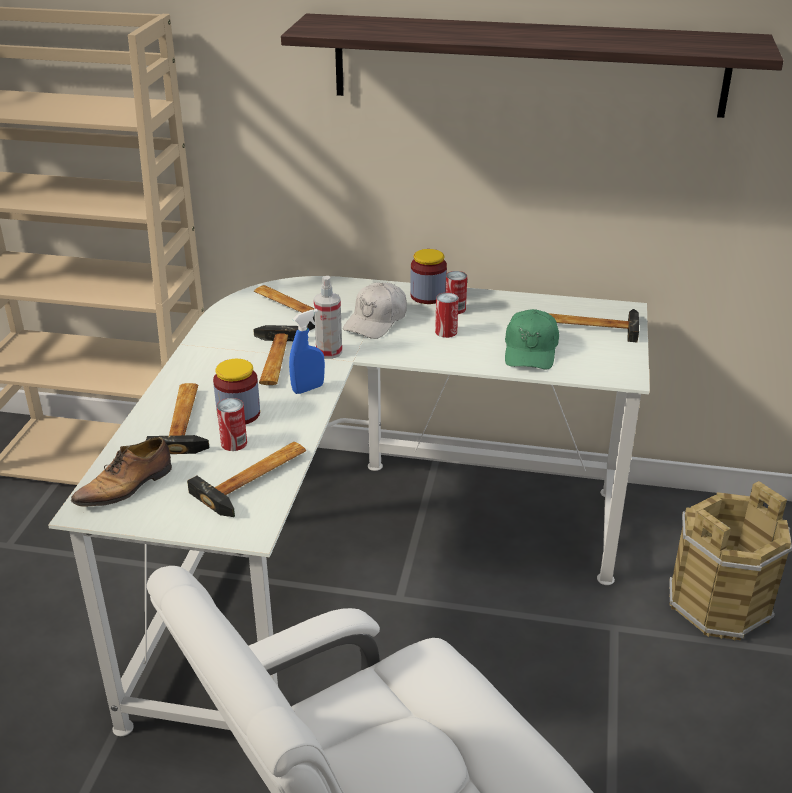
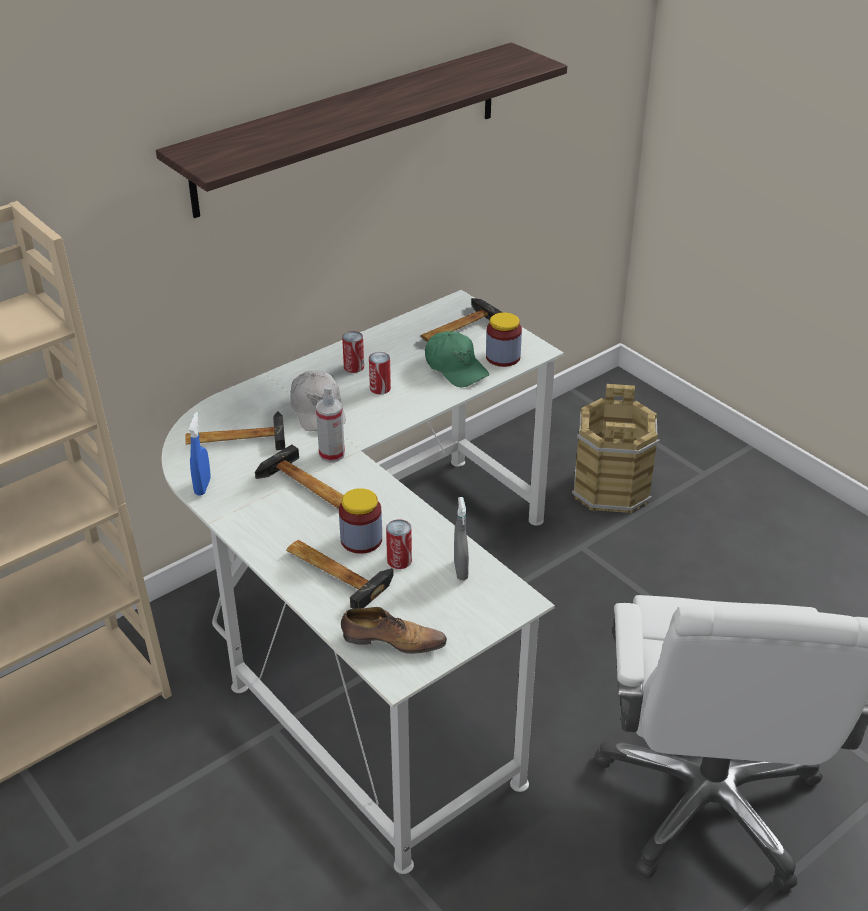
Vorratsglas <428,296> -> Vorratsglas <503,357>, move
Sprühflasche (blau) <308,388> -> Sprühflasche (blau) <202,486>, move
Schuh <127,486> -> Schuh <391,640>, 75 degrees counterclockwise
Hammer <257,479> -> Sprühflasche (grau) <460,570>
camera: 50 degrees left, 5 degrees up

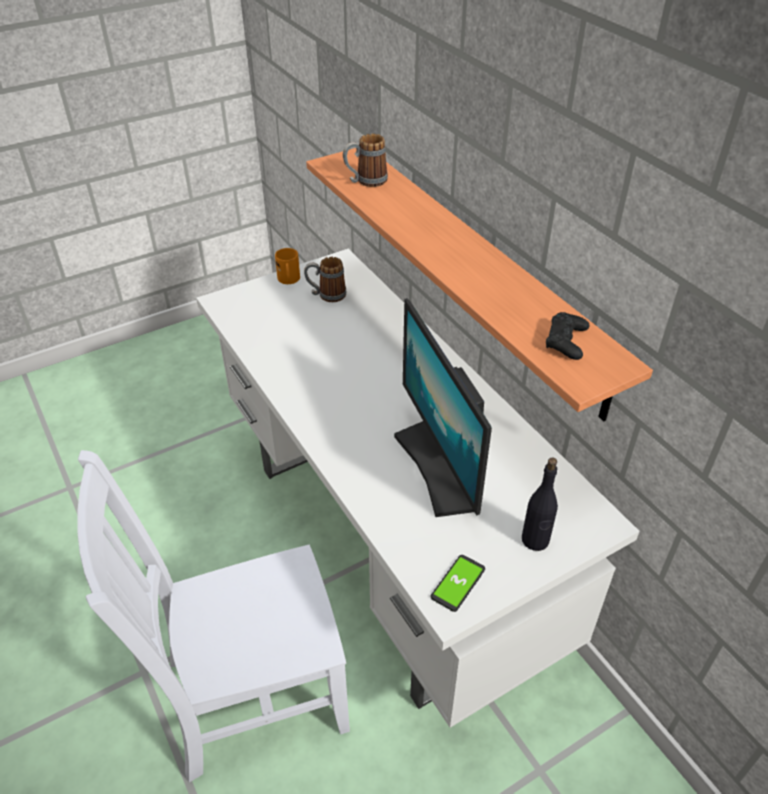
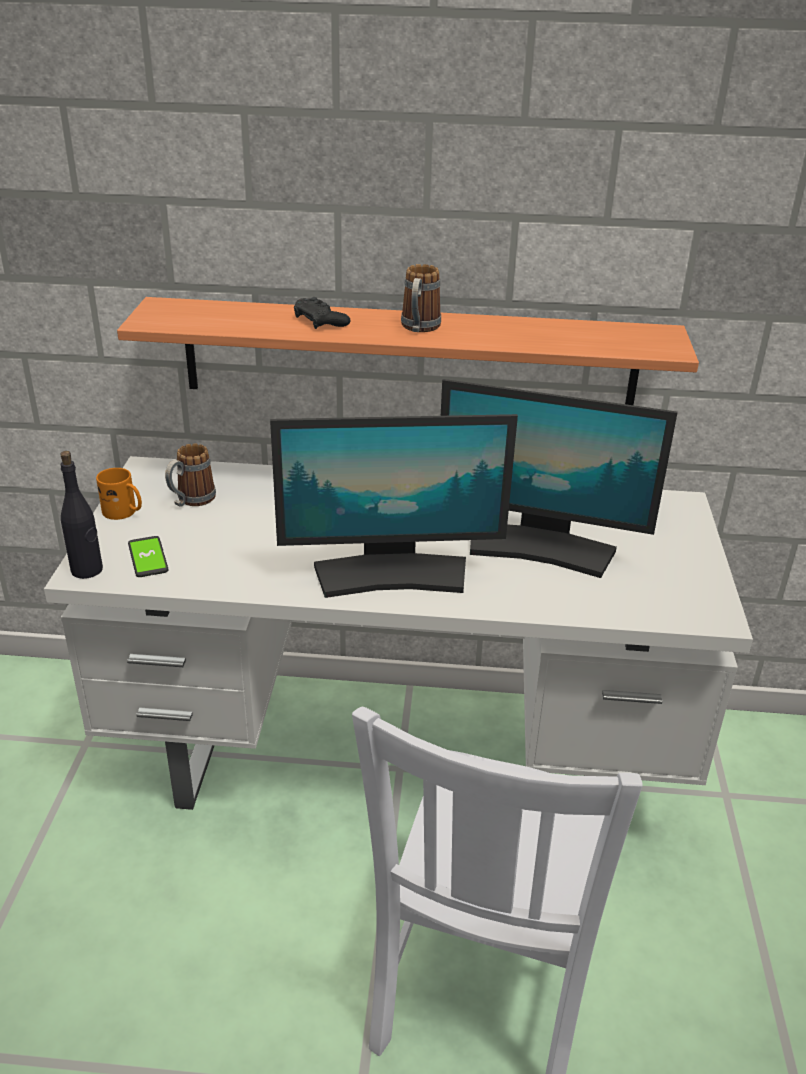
Henkelbecher <365,181> -> Henkelbecher <419,328>, move
Gamepad (schwarz) <566,341> -> Gamepad (schwarz) <320,321>, move
Flasche (schwarz) <535,540> -> Flasche (schwarz) <87,570>, move
Handy <458,583> -> Handy <148,557>, move
none -> Monitor <391,574>
camera: 55 degrees left, 10 degrees down

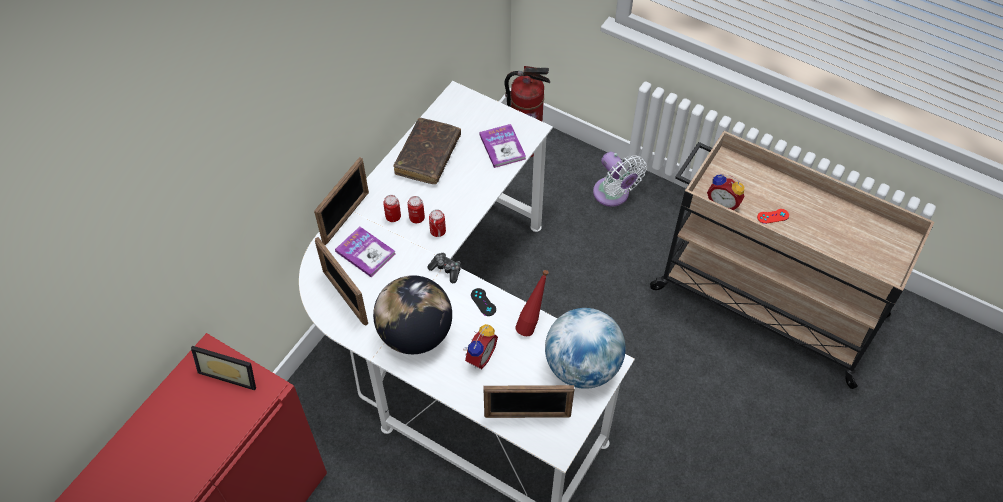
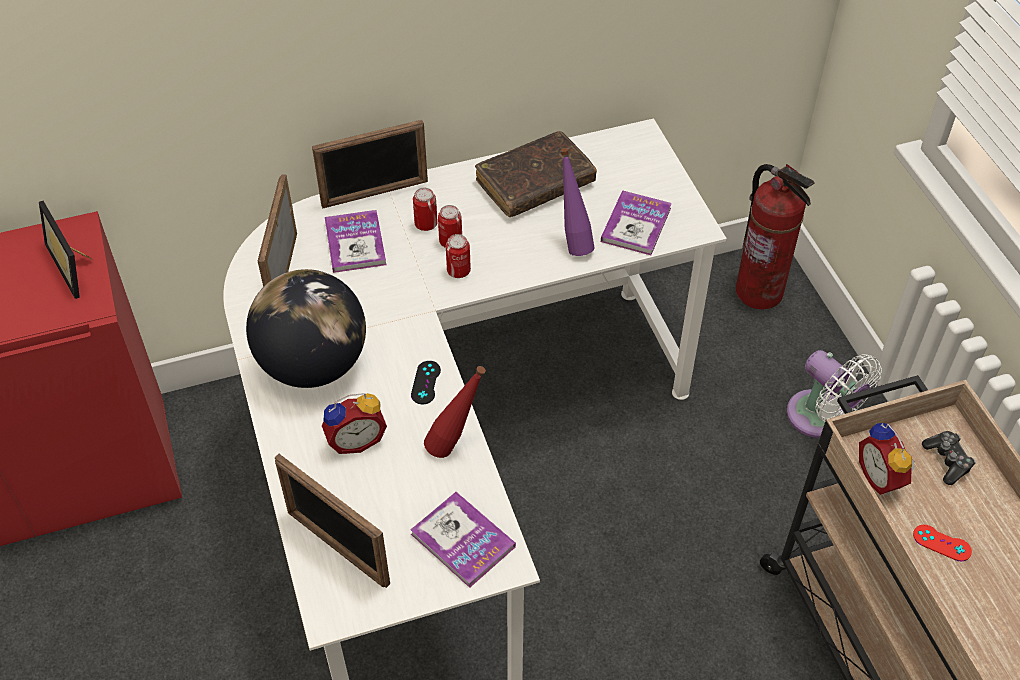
Ventilator (weiß) <613,195> -> Ventilator (weiß) <820,419>, 45 degrees counterclockwise
Gamepad <446,270> -> Gamepad <947,461>, move
Globus <582,367> -> Buch <462,540>
none -> Flasche (lila) <573,242>
camera: 40 degrees right, 5 degrees down

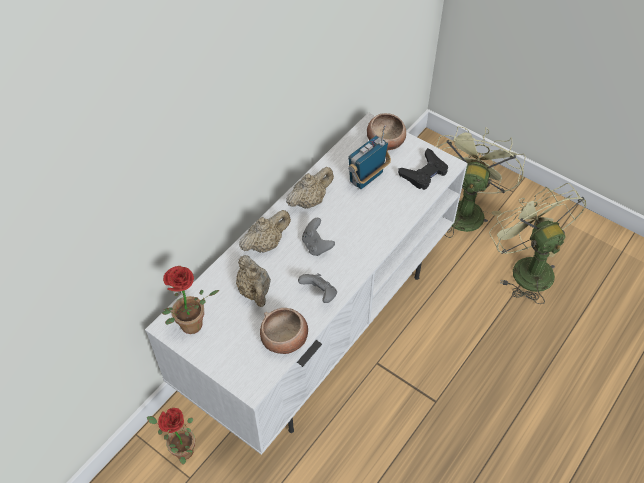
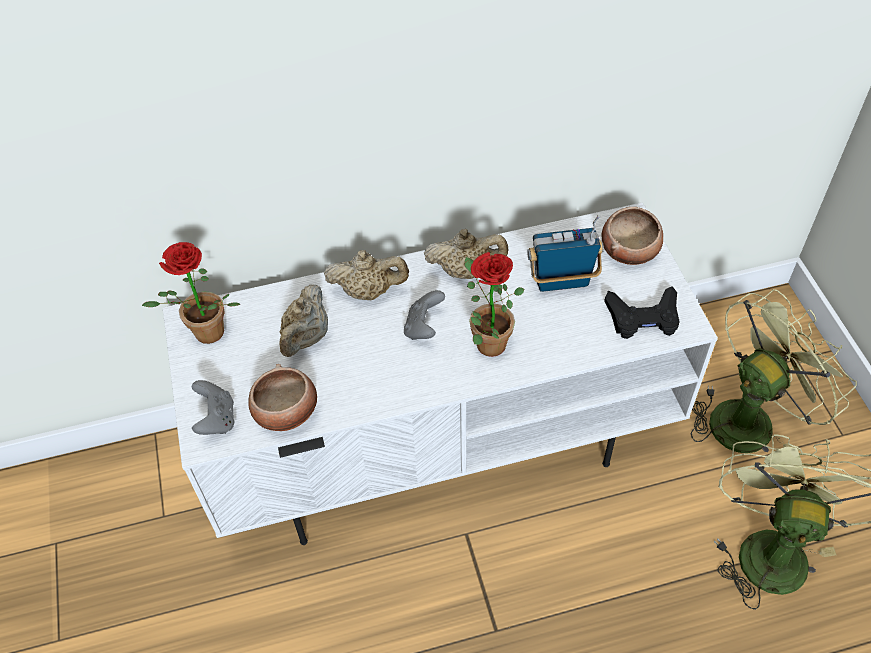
Gamepad (grau) <319,294> -> Gamepad (grau) <216,419>, move
Topfpflanze <179,450> -> Topfpflanze <485,341>, move
camera: 40 degrees right, 0 degrees up

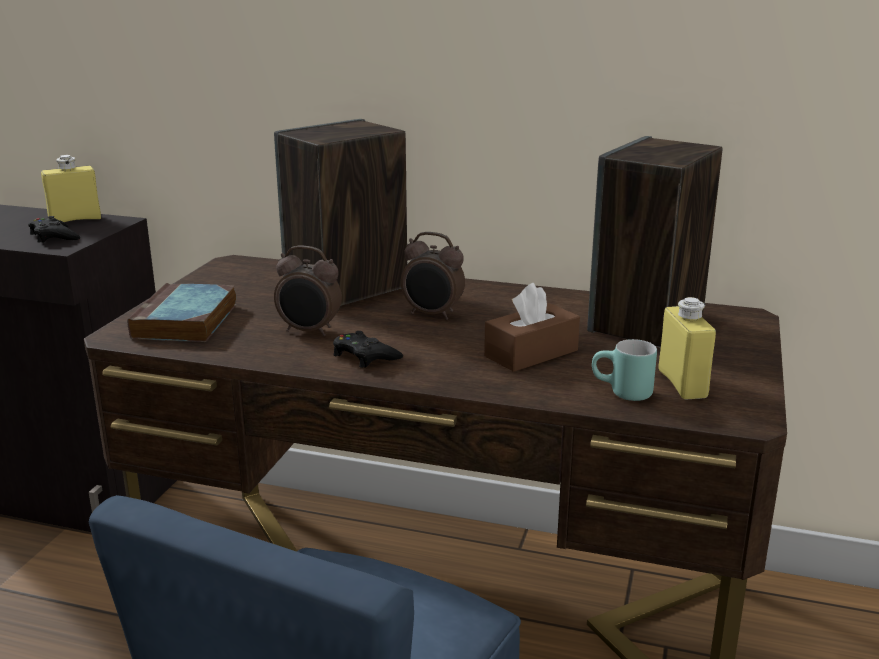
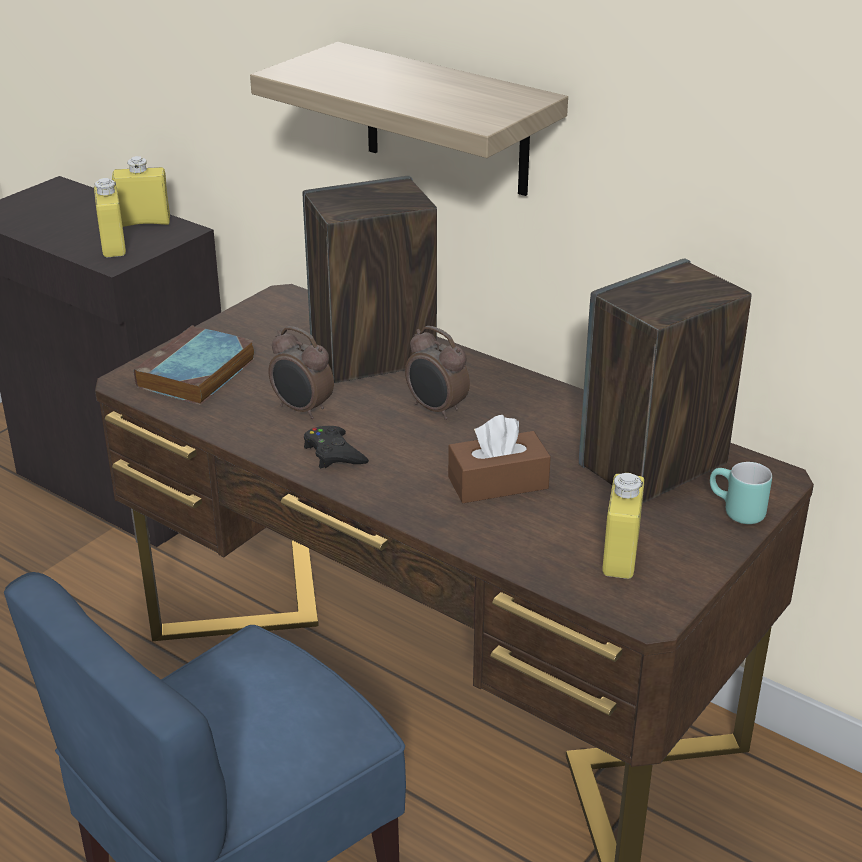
Gamepad (schwarz) <54,236> -> Flasche (gelb) <113,246>
Henkelbecher (türkis) <621,394> -> Henkelbecher (türkis) <734,512>, move
none -> Wandregal <446,120>
camera: 20 degrees right, 10 degrees up

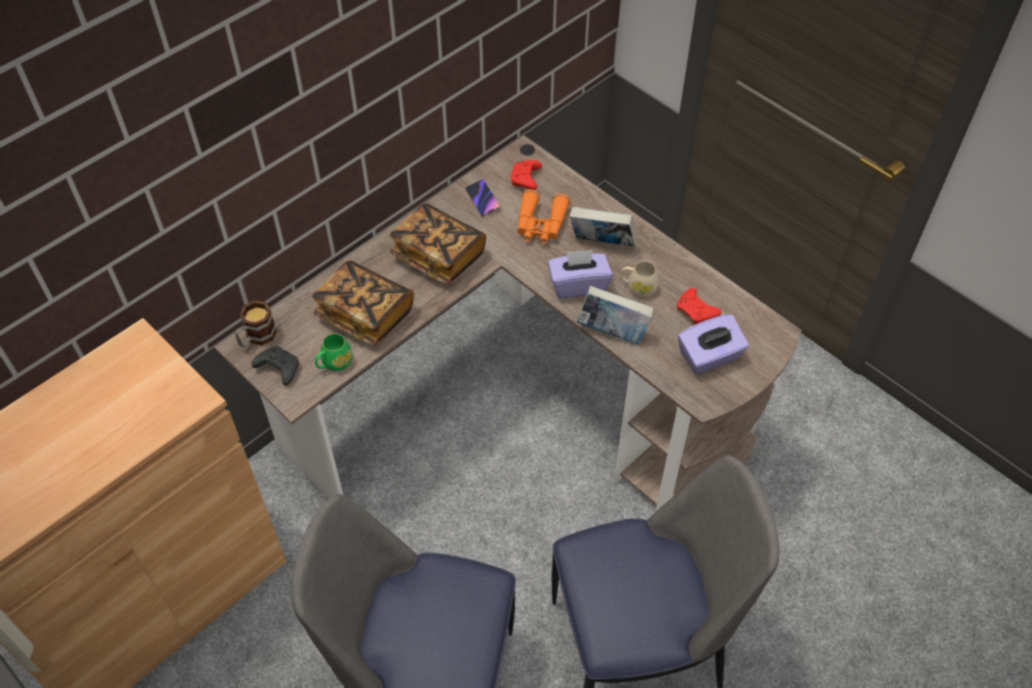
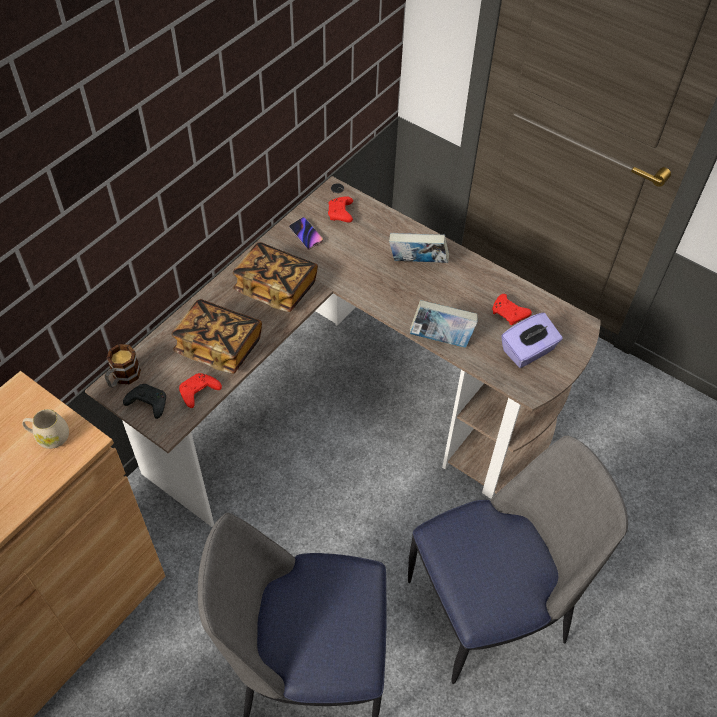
Fernglas (orange) <540,225> -> none
Taschentuchbox (lila) <578,285> -> none
Henkelbecher (beige) <638,287> -> Henkelbecher (beige) <49,437>, move
Henkelbecher (grün) <334,363> -> Gamepad (rot) <198,393>
camera: 10 degrees left, 0 degrees up

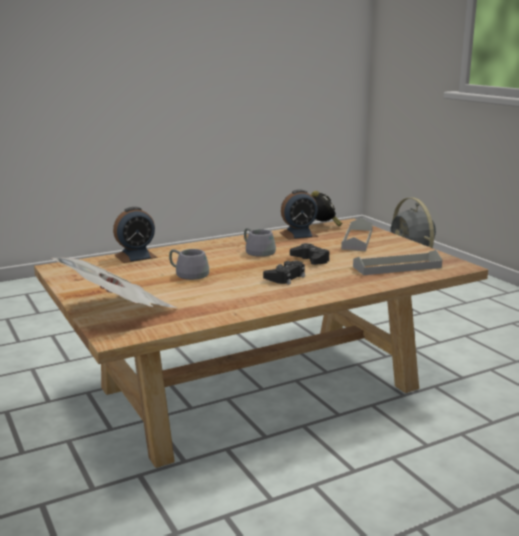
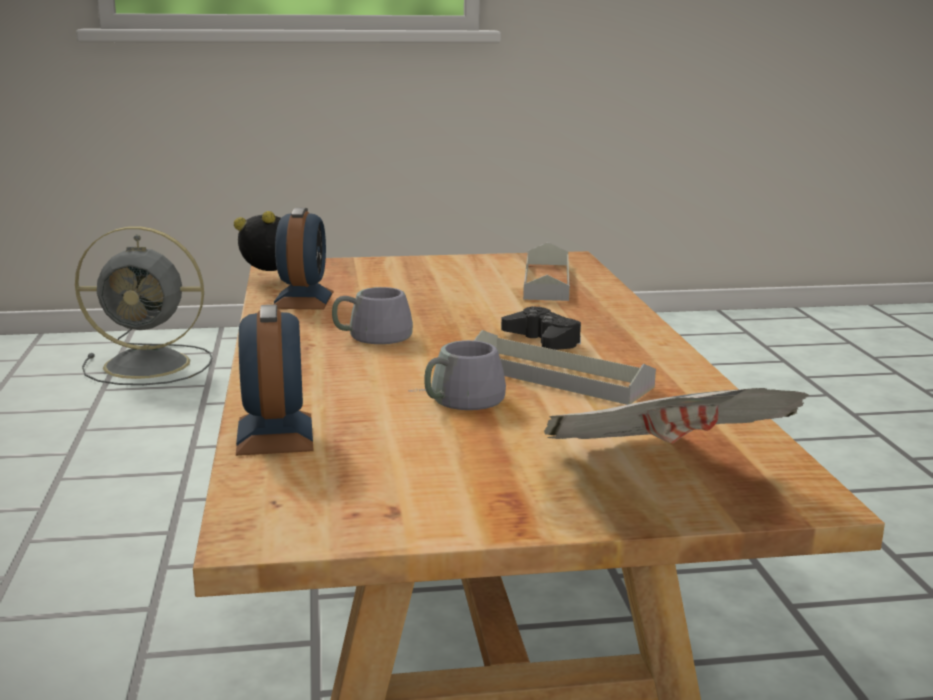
Tablett (grau) <357,239> -> Tablett (grau) <558,377>, move
Gamepad (schwarz) <310,260> -> none
camera: 70 degrees left, 0 degrees up

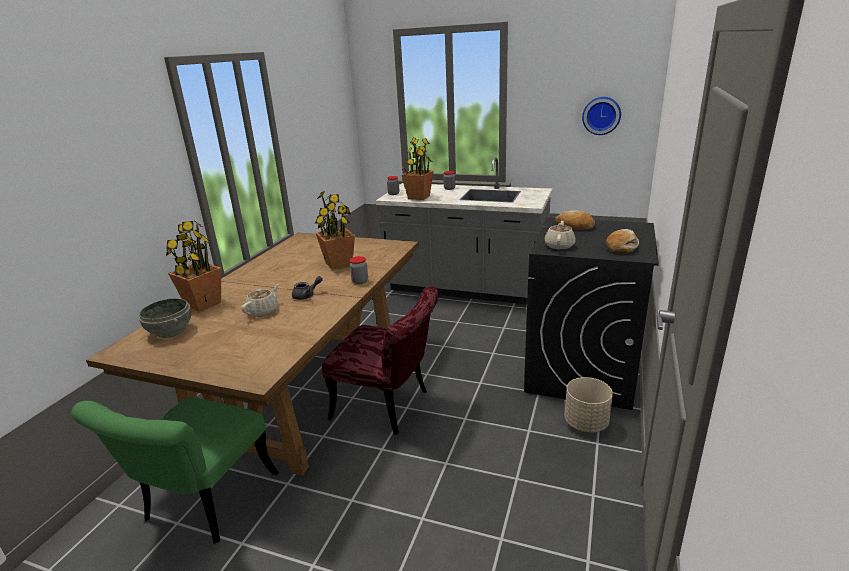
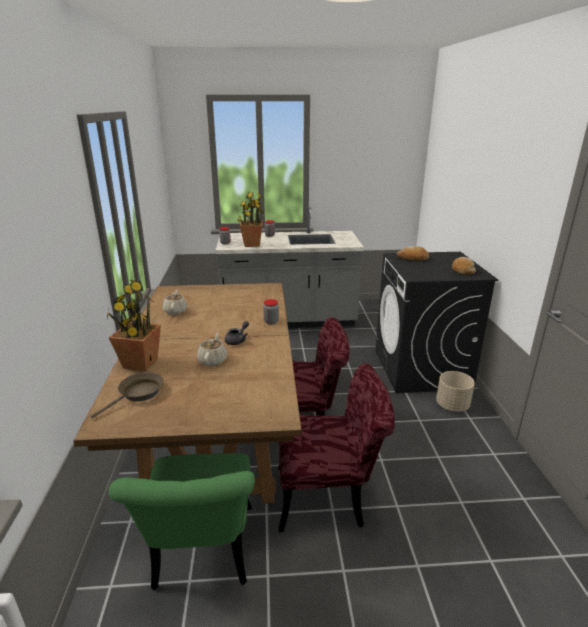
Wanduhr <601,115> -> none
Topfpflanze <338,263> -> none
Teekanne (beige) <559,245> -> Teekanne (beige) <176,311>, move
Schüssel (grau) <171,331> -> Pfanne (braun) <138,394>
none -> Stuhl (rot) <330,496>
camera: 25 degrees left, 0 degrees up

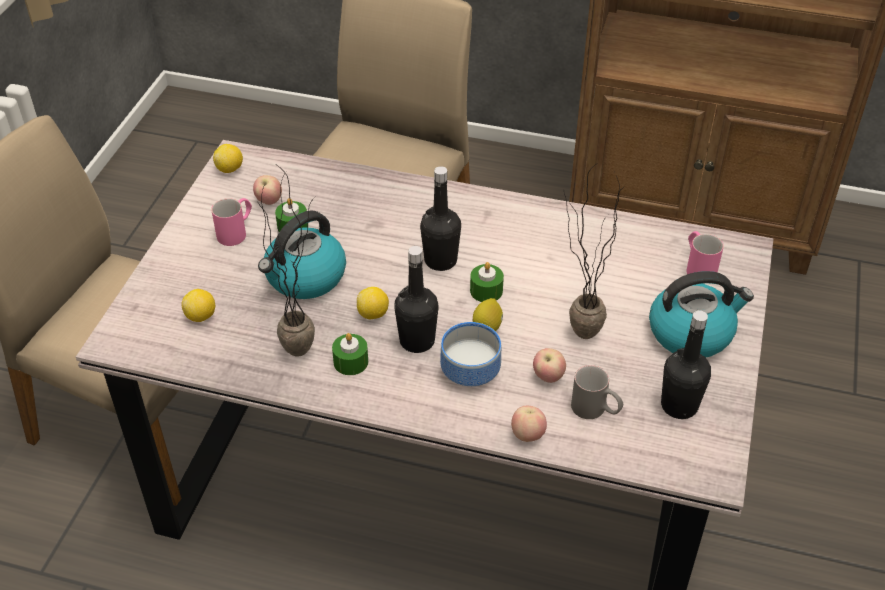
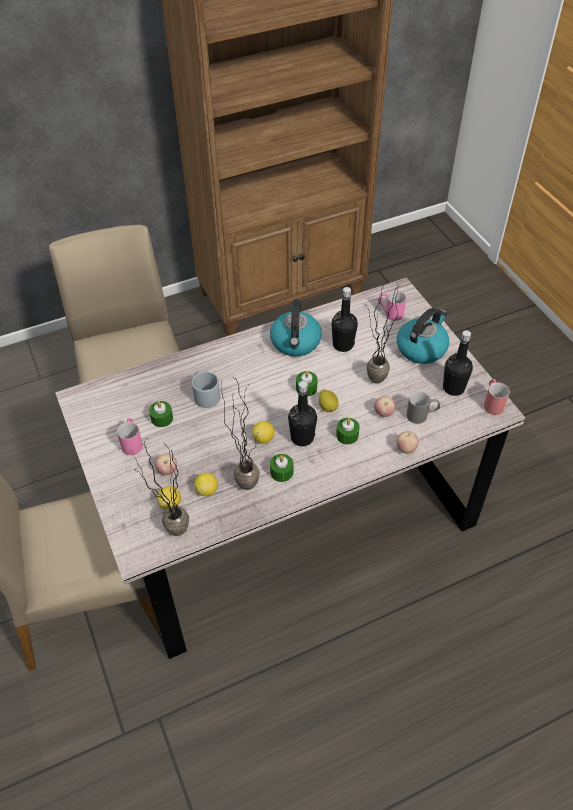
Zitrone <230,169> -> Zitrone <207,490>, move
Flasche (schwarz) <440,260> -> Flasche (schwarz) <343,345>, move
Apfel <269,201> -> Apfel <167,471>, move
Wasserkessel <305,277> -> Wasserkessel <296,343>, move
Schüssel <473,372> -> Kerze (grün) <347,435>
none -> Henkelbecher (grau) <206,394>
none -> Henkelbecher (rot) <492,402>
none -> Topfpflanze <169,533>
camera: 40 degrees left, 5 degrees up

